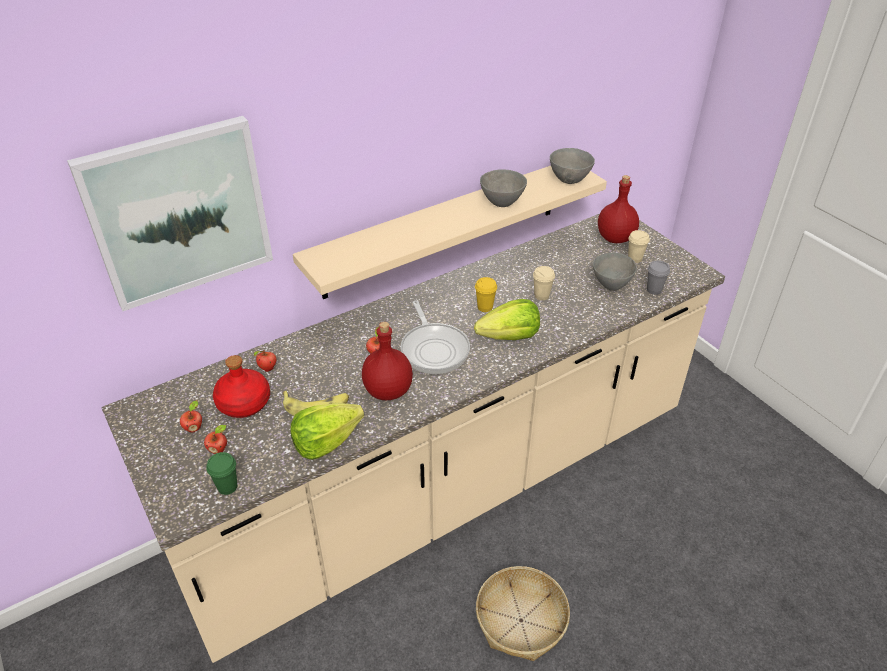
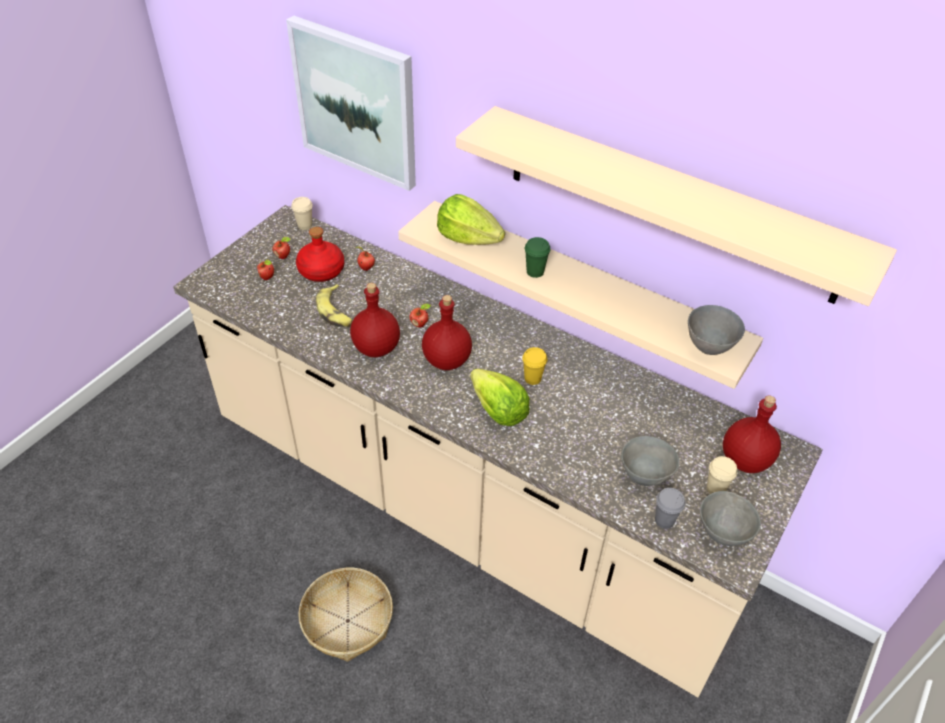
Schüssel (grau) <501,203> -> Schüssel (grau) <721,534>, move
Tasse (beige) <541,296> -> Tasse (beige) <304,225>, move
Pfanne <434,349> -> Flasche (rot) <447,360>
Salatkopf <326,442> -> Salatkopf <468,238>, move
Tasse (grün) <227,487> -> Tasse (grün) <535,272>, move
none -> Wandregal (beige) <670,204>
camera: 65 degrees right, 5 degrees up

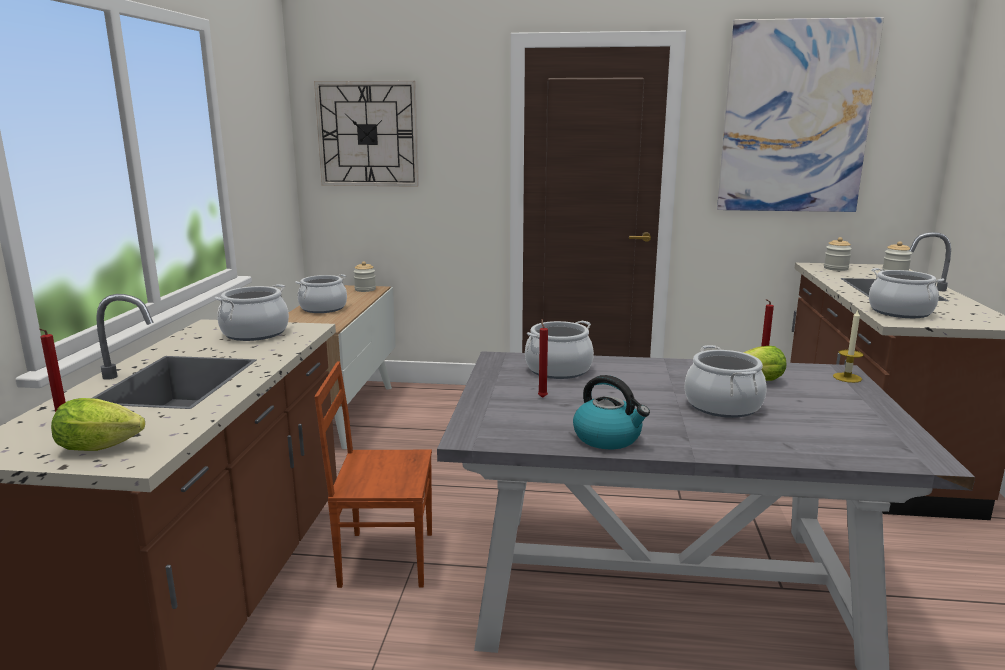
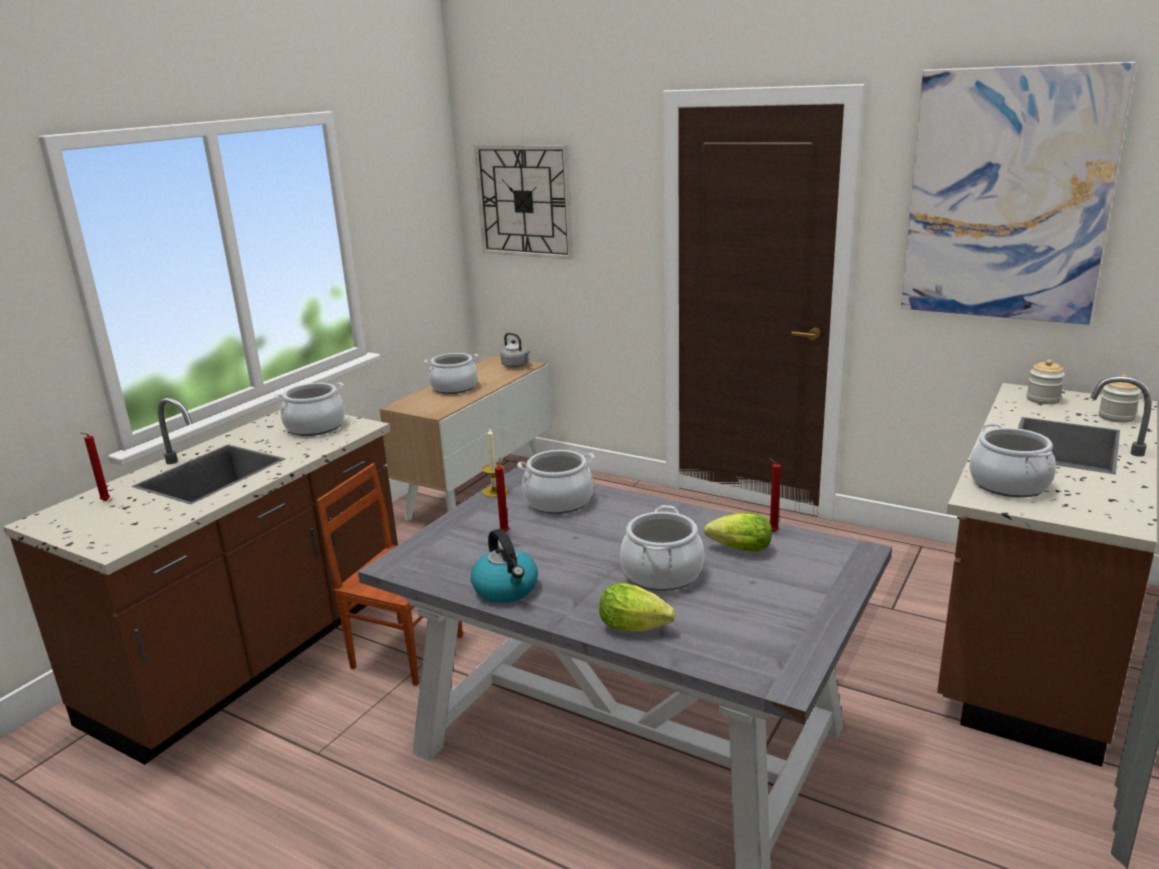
Vorratsglas <365,289> -> Wasserkessel (grau) <516,366>
Kerze <847,377> -> Kerze <495,491>, move
Salatkopf <104,447> -> Salatkopf <638,628>, move
camera: 25 degrees right, 5 degrees up

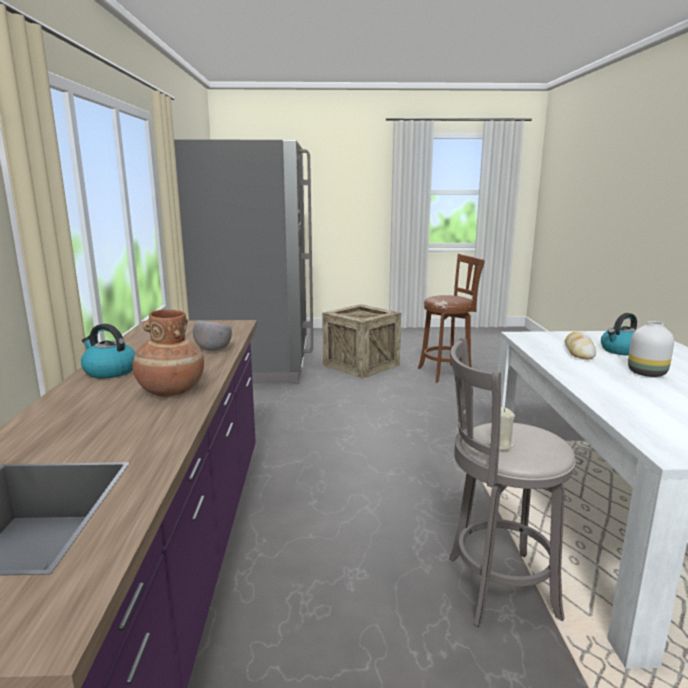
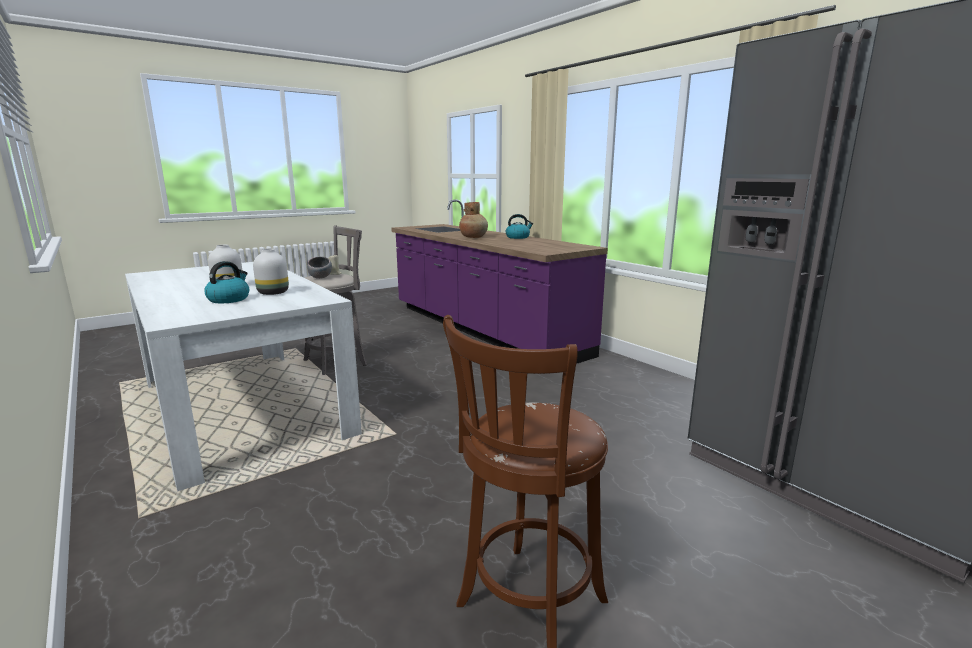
Kiste <361,365> -> none
Schüssel (grau) <213,350> -> Schüssel (grau) <320,278>, move
Brot <578,352> -> Vase (weiß) <274,293>
camera: 145 degrees right, 0 degrees up

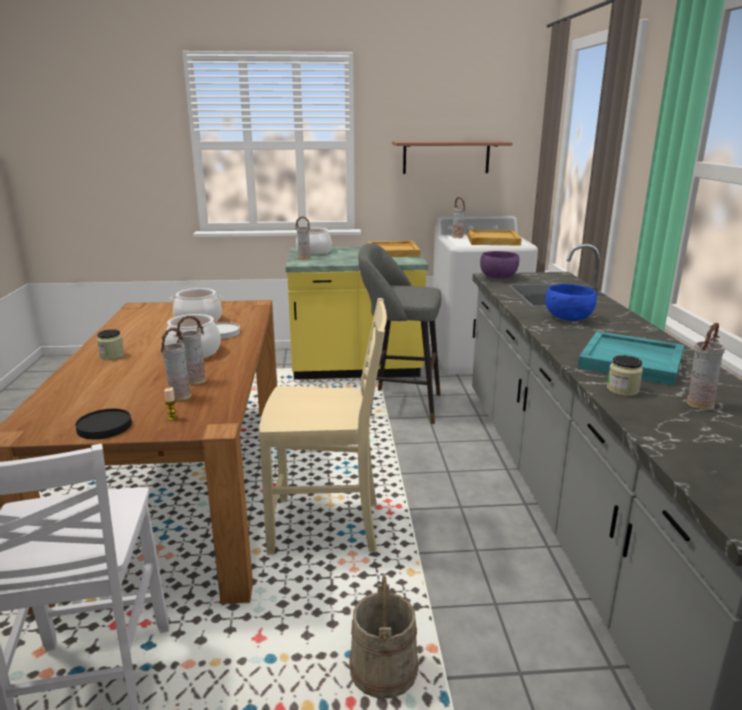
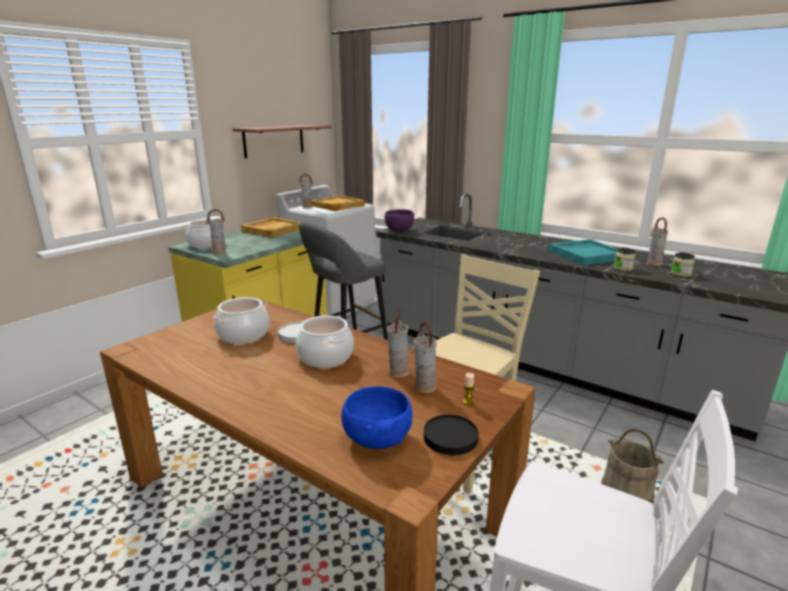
Schüssel (blau) <567,318> -> Schüssel (blau) <376,438>, move
Vorratsglas <112,355> -> Vorratsglas <680,273>, move
camera: 50 degrees left, 0 degrees up

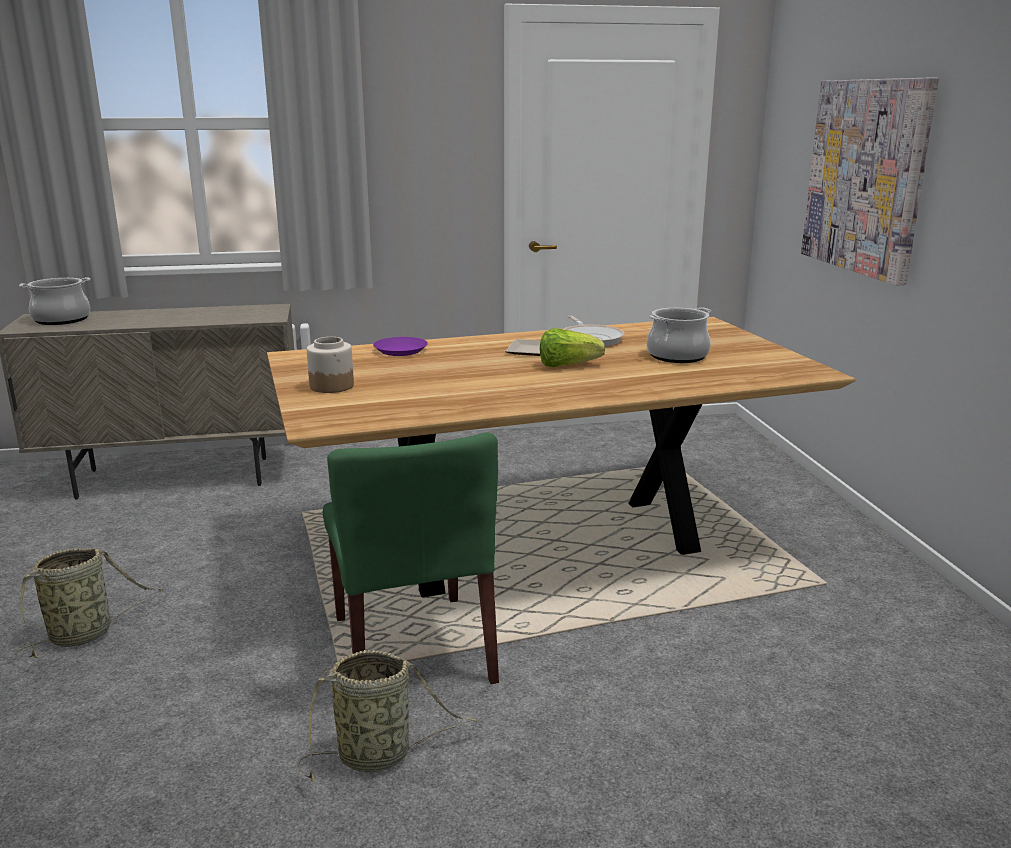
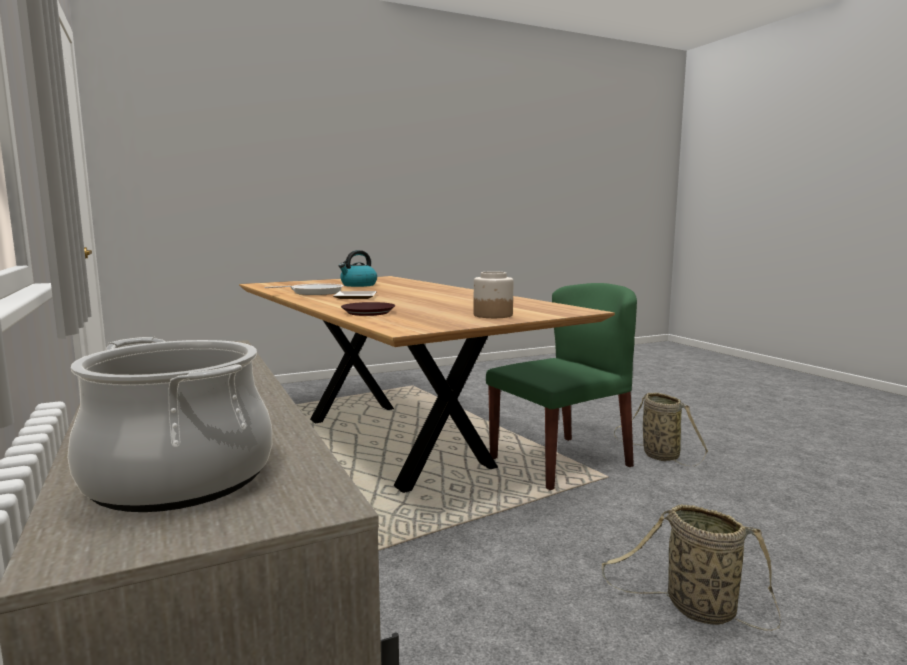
Bild <866,177> -> none
Kochtopf <677,356> -> Wasserkessel <358,285>
Salatkopf <567,366> -> none
Teller (lila) <401,350> -> Teller (braun) <368,313>
camera: 105 degrees left, 10 degrees down

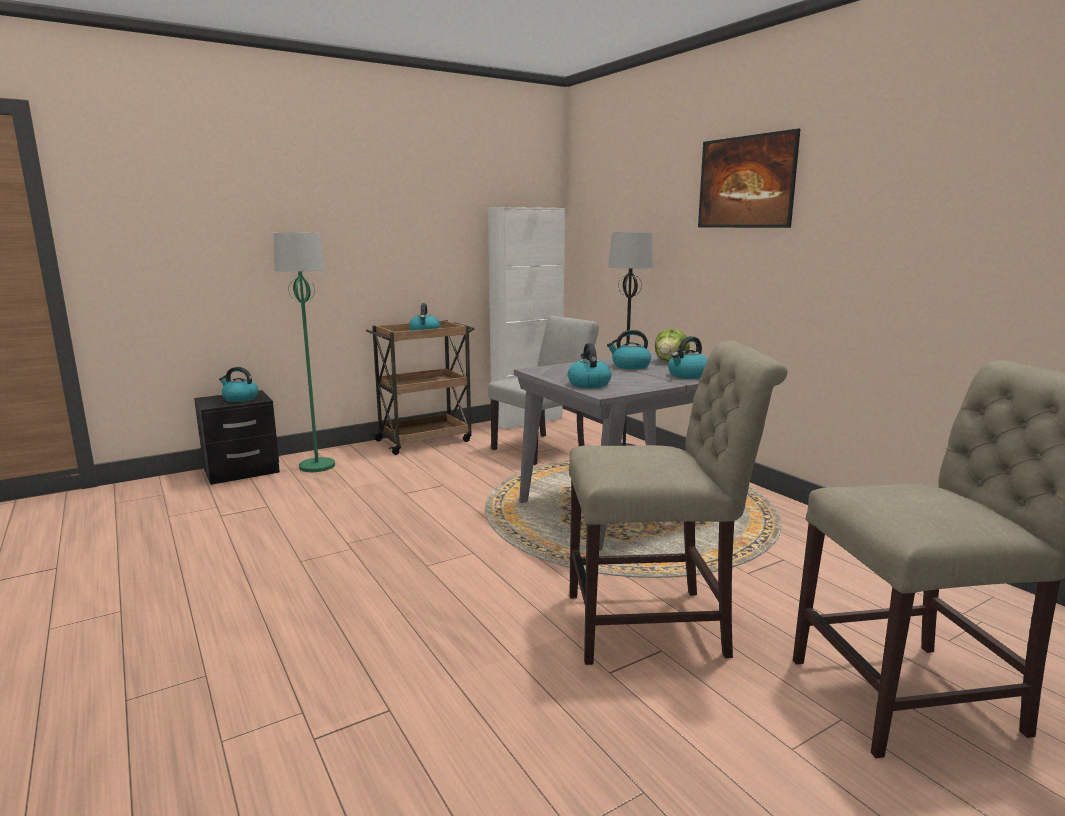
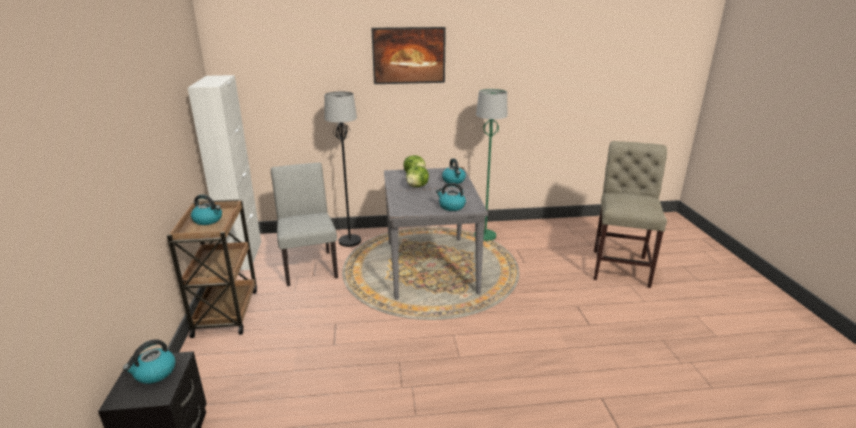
Stehlampe (grün) <317,466> -> Stehlampe (grün) <485,236>, move
Wasserkessel <630,366> -> Salatkopf <417,186>
Stuhl (beige) <656,625> -> none
camera: 65 degrees left, 10 degrees up

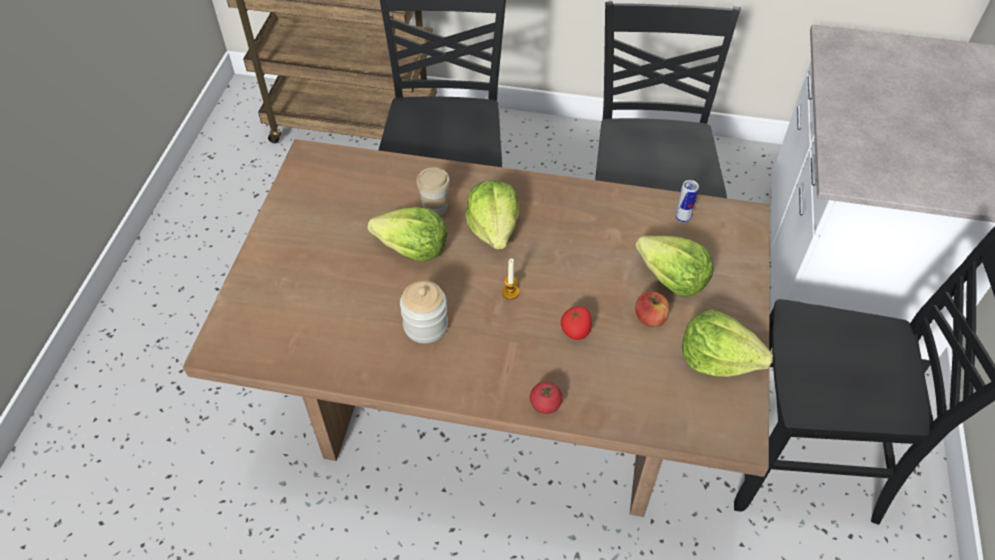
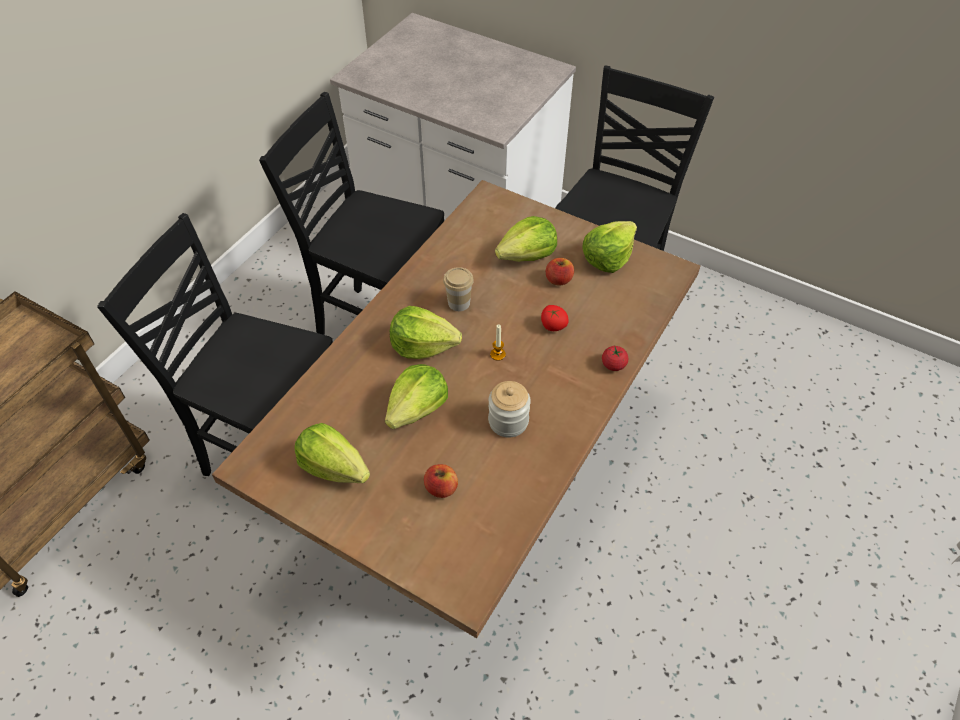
Tasse <435,207> -> Tasse <459,303>, move
Dose <682,218> -> none
none -> Salatkopf <333,467>
none -> Apfel <441,488>
camera: 70 degrees left, 0 degrees up

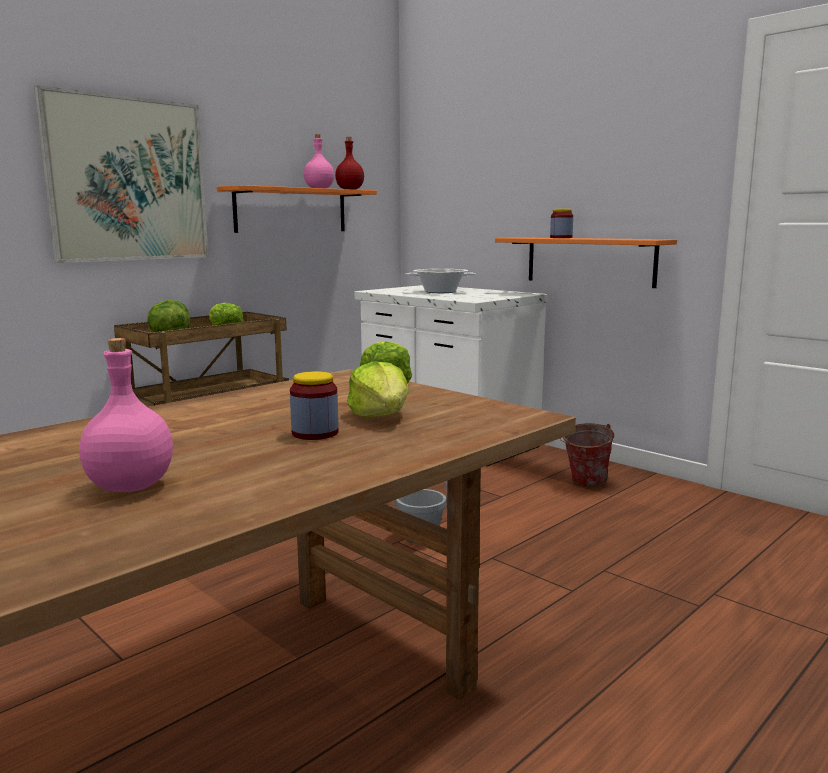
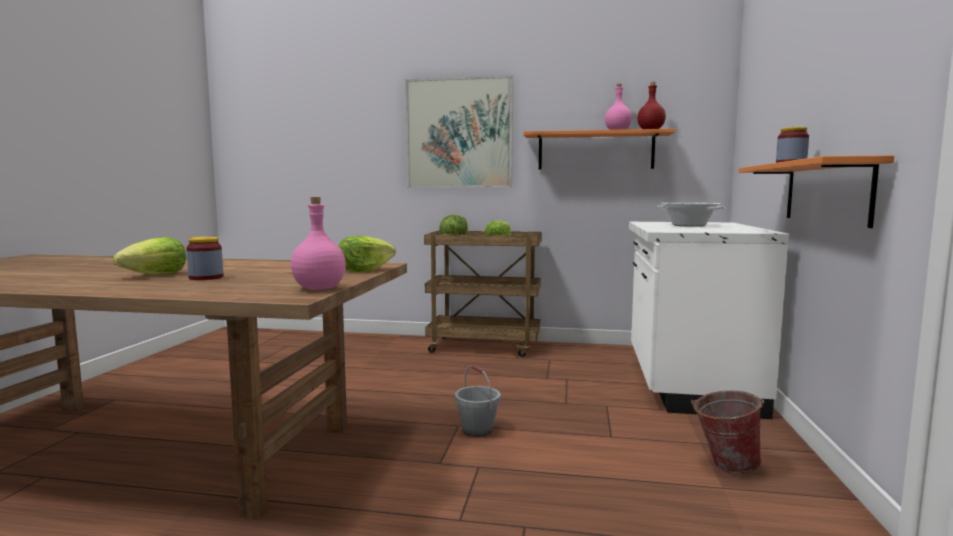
Flasche (rosa) <129,487> -> Flasche (rosa) <318,288>, move
Salatkopf <381,416> -> Salatkopf <156,275>, move
camera: 55 degrees right, 5 degrees down

